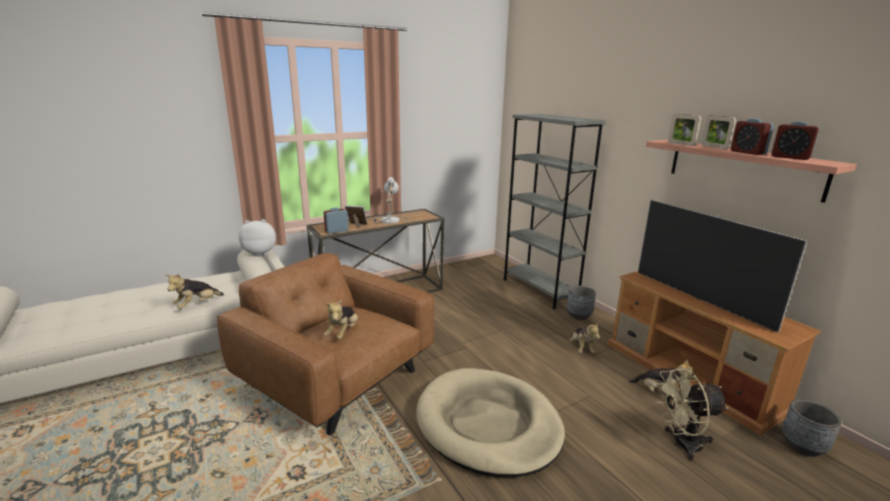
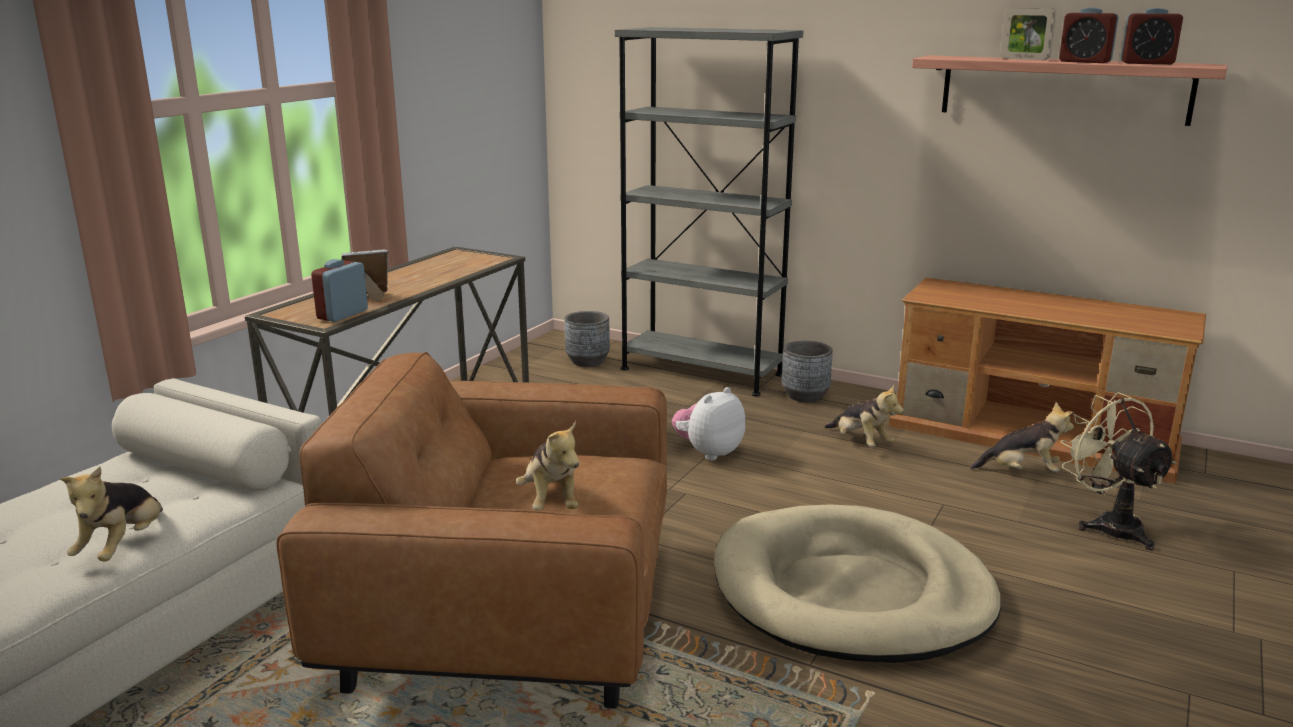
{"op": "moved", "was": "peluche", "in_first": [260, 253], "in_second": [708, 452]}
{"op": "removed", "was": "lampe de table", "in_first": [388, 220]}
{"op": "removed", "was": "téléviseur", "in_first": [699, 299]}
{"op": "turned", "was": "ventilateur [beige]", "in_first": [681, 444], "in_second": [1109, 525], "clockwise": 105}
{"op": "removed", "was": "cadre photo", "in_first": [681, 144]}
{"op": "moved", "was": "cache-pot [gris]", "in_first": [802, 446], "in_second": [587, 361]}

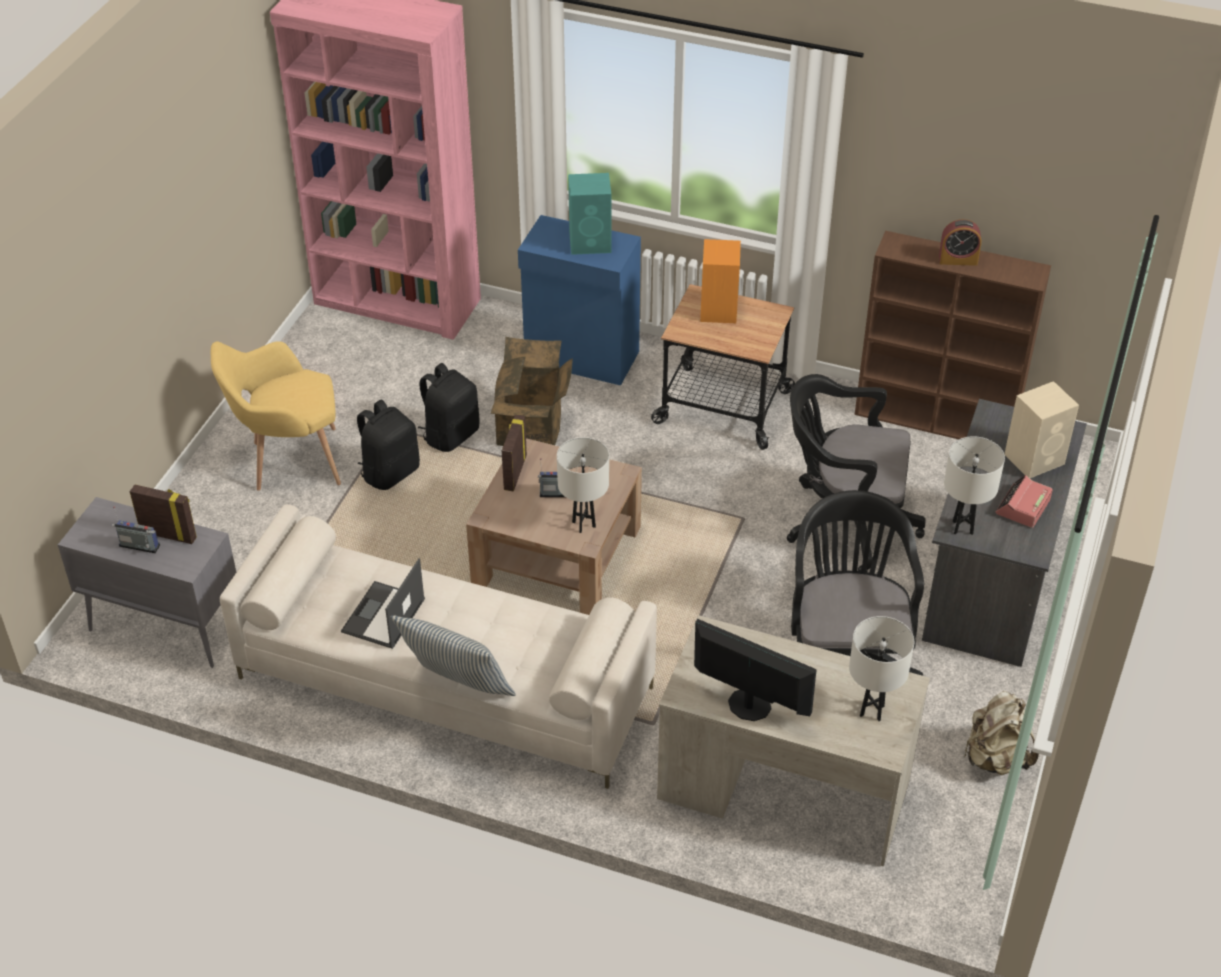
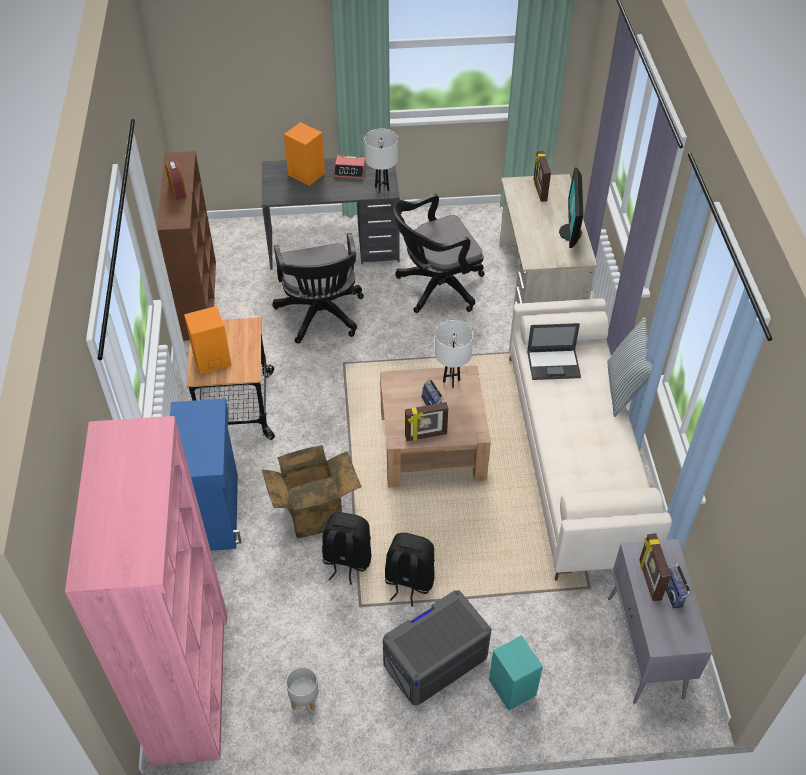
{"op": "replaced", "was": "fauteuil [jaune]", "now": "boîte de rangement [gris]", "in_first": [289, 462], "in_second": [435, 660]}
{"op": "moved", "was": "ordinateur portable", "in_first": [383, 616], "in_second": [554, 364]}
{"op": "moved", "was": "enceinte [turquoise]", "in_first": [591, 242], "in_second": [511, 686]}
{"op": "replaced", "was": "lampe de table [blanc]", "now": "cadre photo", "in_first": [872, 711], "in_second": [539, 191]}
{"op": "removed", "was": "sac à dos [beige]", "in_first": [995, 758]}
{"op": "recoloured", "was": "enceinte [beige]", "now": "enceinte [orange]", "in_first": [1035, 459], "in_second": [305, 174]}
{"op": "added", "now": "cache-pot [gris]", "in_second": [304, 699]}

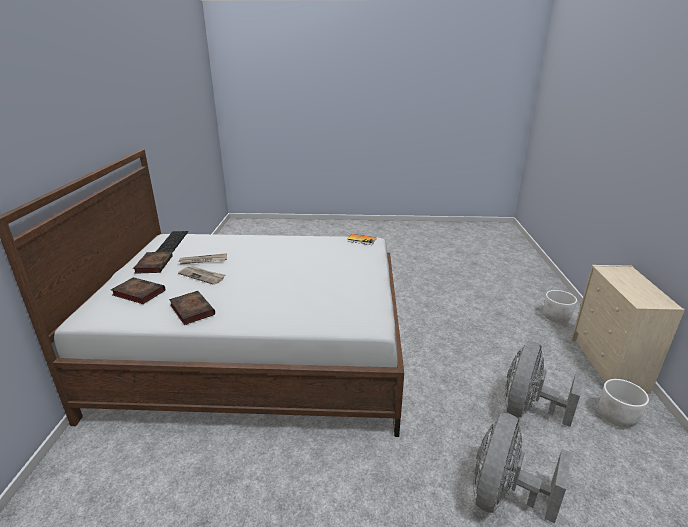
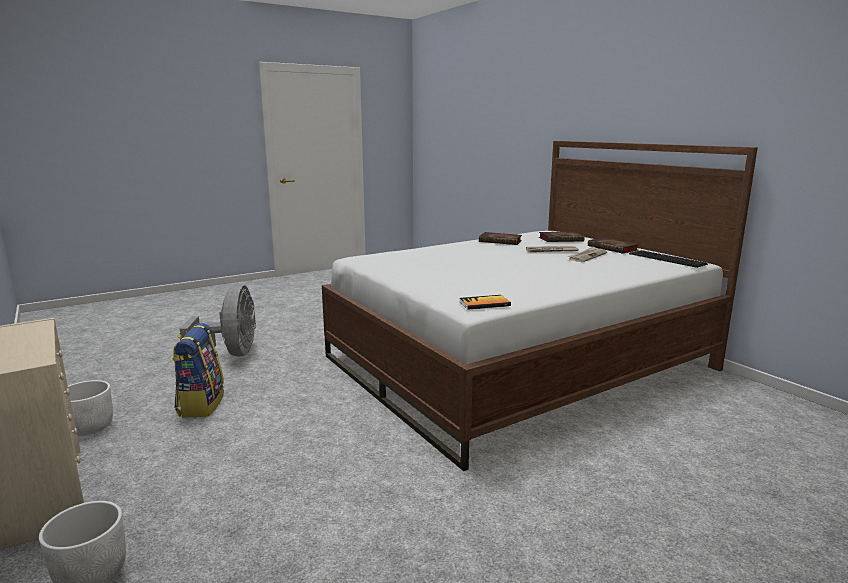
{"op": "replaced", "was": "ventilateur [gris]", "now": "sac à dos", "in_first": [528, 409], "in_second": [200, 404]}

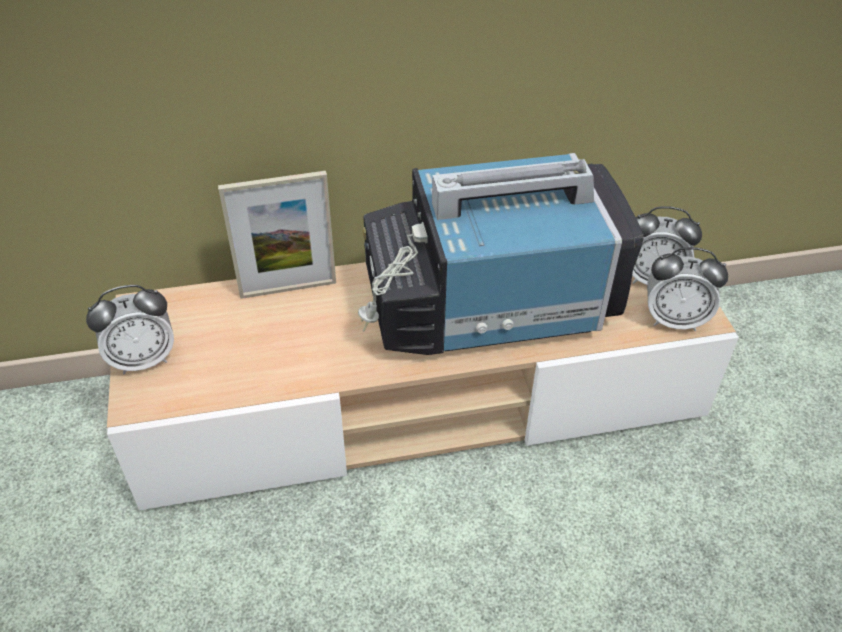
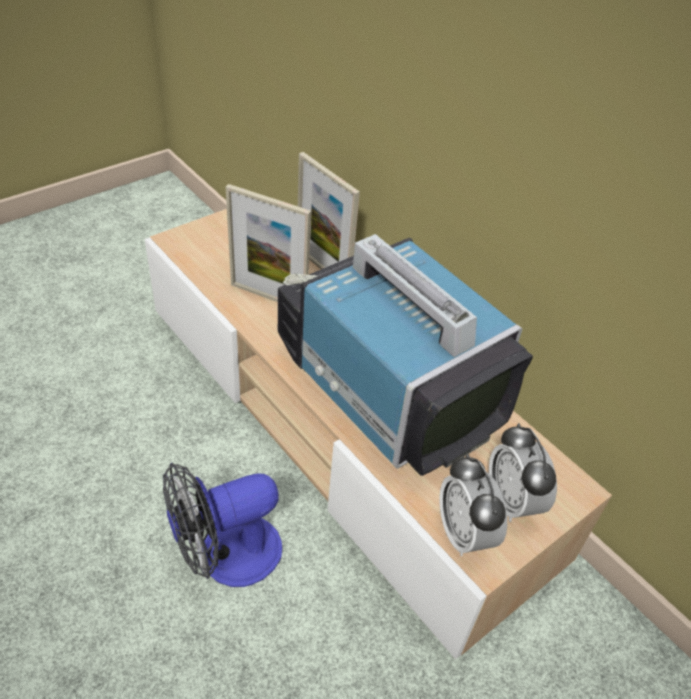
{"op": "removed", "was": "réveil", "in_first": [143, 359]}
{"op": "added", "now": "ventilateur", "in_second": [226, 556]}
{"op": "added", "now": "cadre photo", "in_second": [268, 296]}

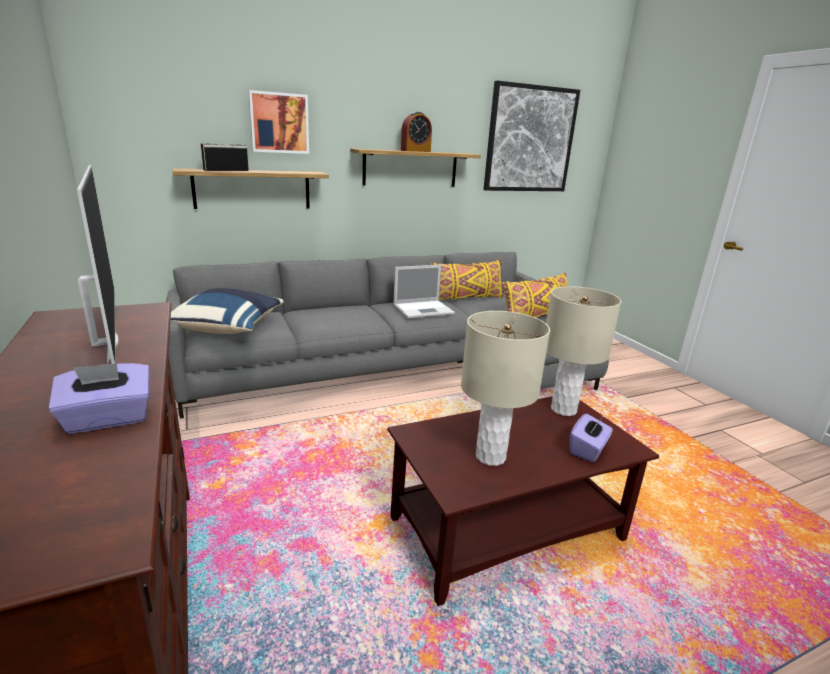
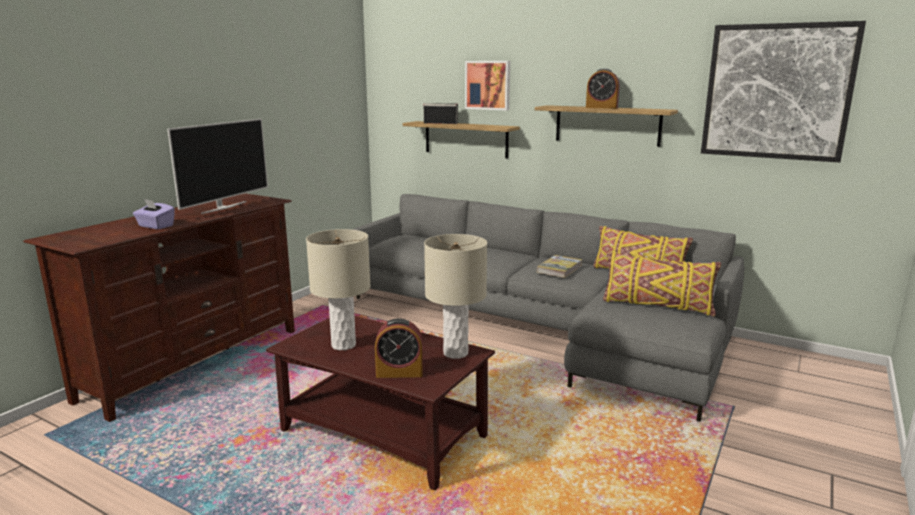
{"op": "removed", "was": "coussin [bleu]", "in_first": [228, 328]}
{"op": "replaced", "was": "ordinateur portable", "now": "livre", "in_first": [424, 309], "in_second": [559, 268]}
{"op": "replaced", "was": "boîte à mouchoirs [violet]", "now": "réveil", "in_first": [588, 450], "in_second": [399, 372]}

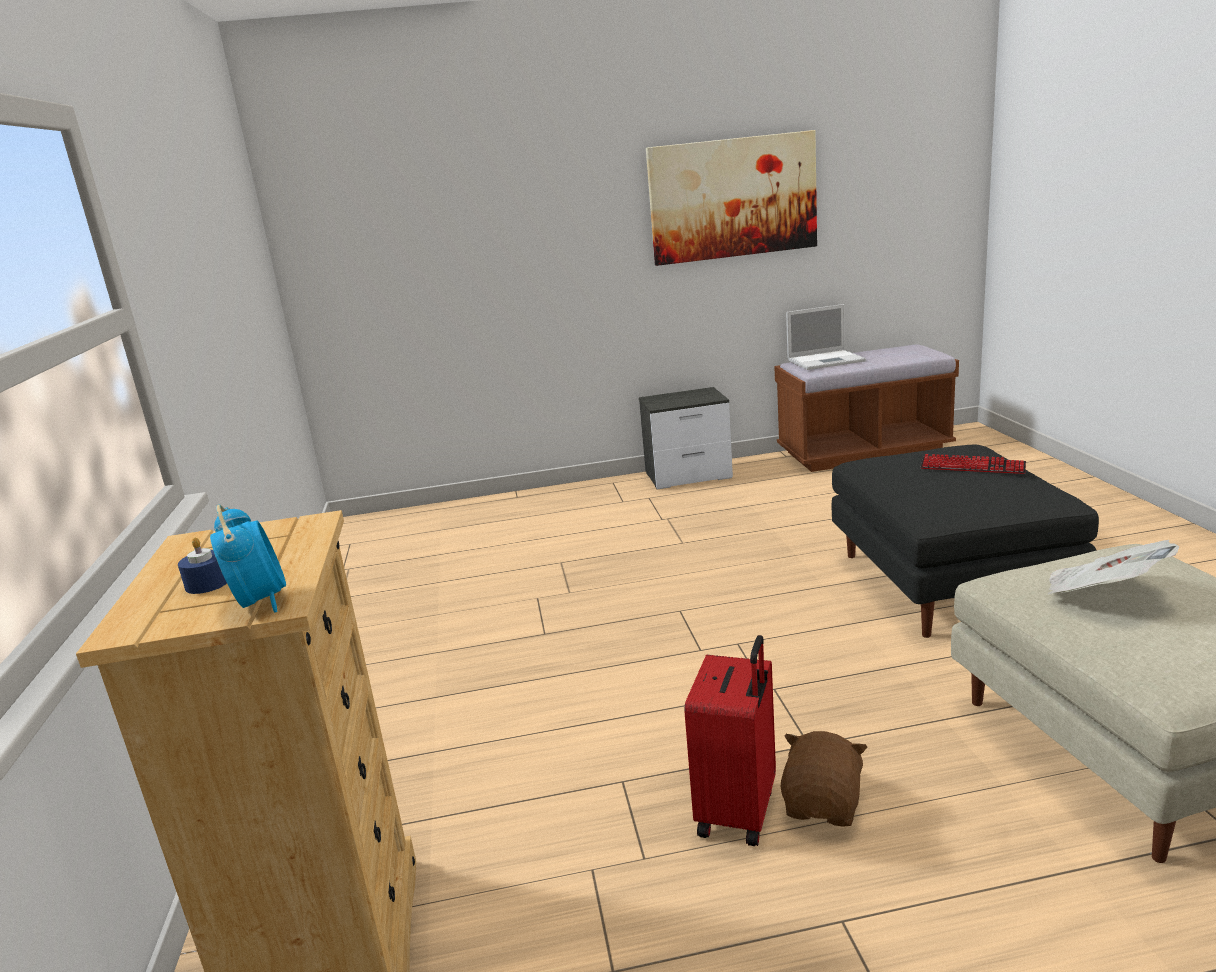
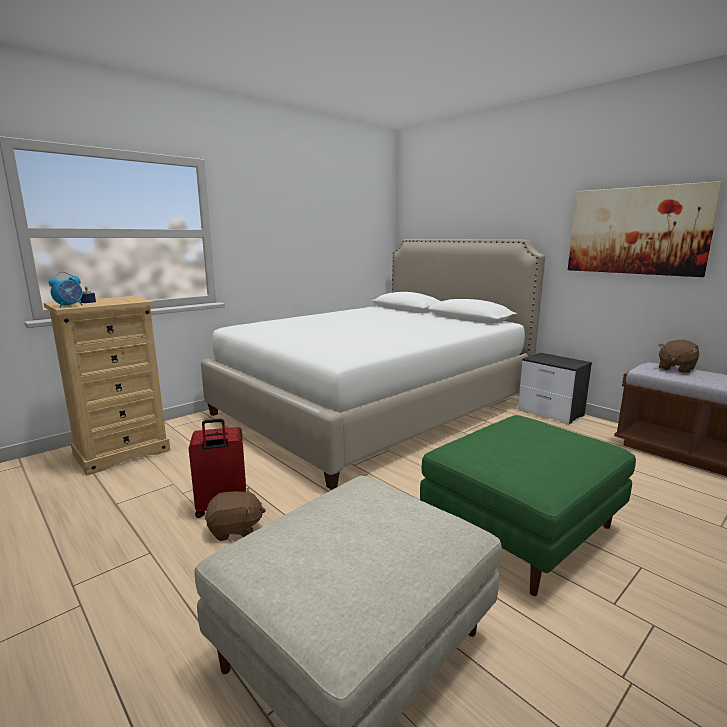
{"op": "replaced", "was": "ordinateur portable", "now": "peluche [marron]", "in_first": [827, 360], "in_second": [675, 369]}
{"op": "recoloured", "was": "pouf [noir]", "now": "pouf [vert]", "in_first": [946, 581], "in_second": [521, 528]}
{"op": "removed", "was": "clavier", "in_first": [972, 467]}
{"op": "removed", "was": "journal", "in_first": [1102, 594]}
{"op": "added", "now": "lit [blanc]", "in_second": [374, 407]}

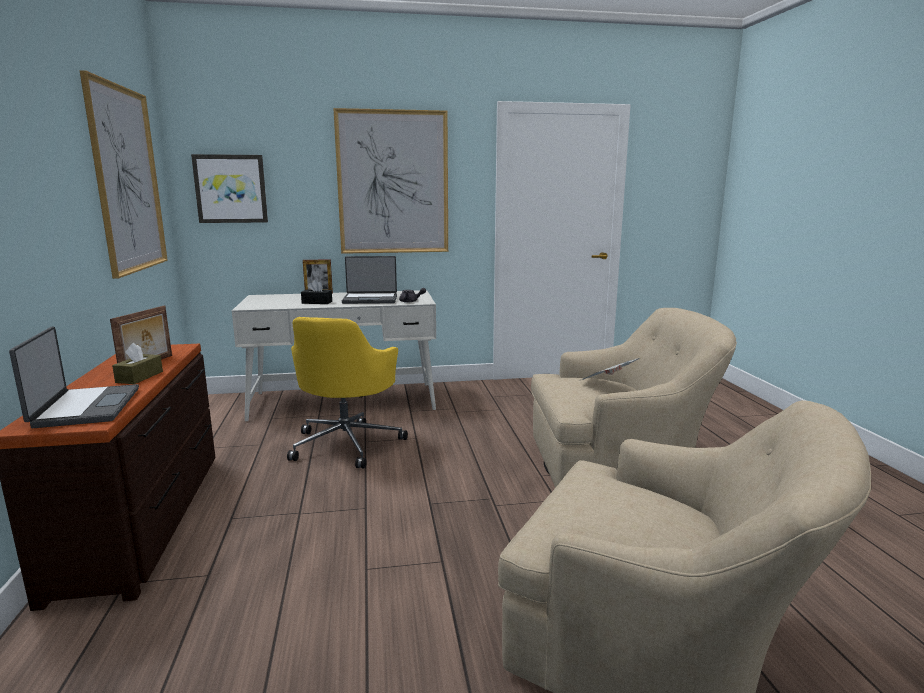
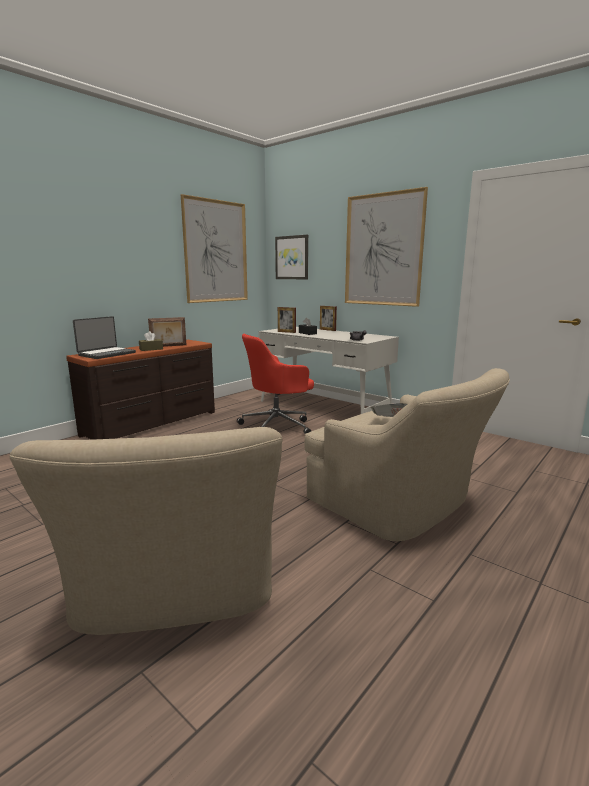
{"op": "recoloured", "was": "chaise de bureau [jaune]", "now": "chaise de bureau [rouge]", "in_first": [347, 443], "in_second": [277, 426]}
{"op": "removed", "was": "ordinateur portable", "in_first": [370, 299]}
{"op": "added", "now": "cadre photo", "in_second": [286, 332]}

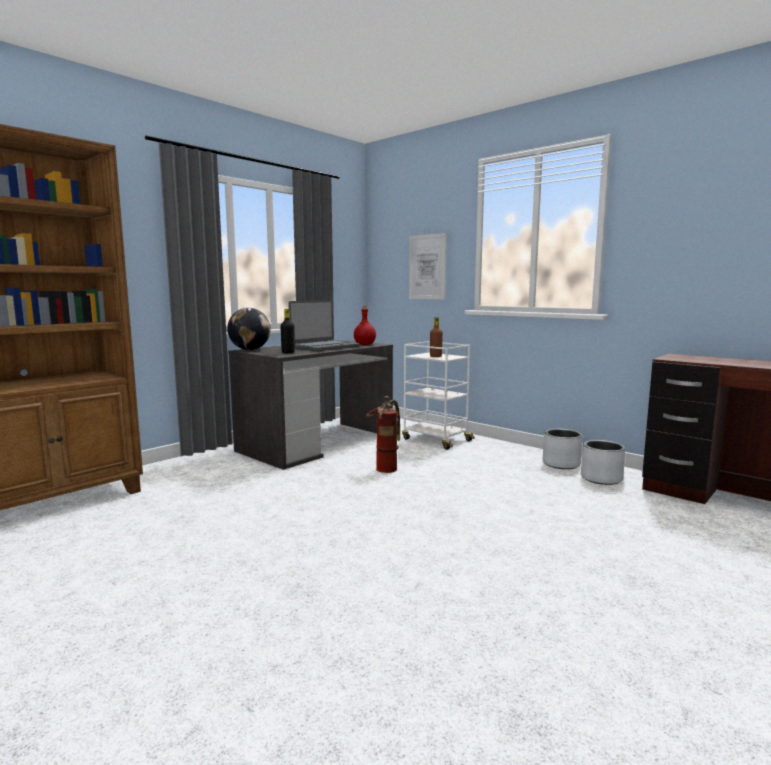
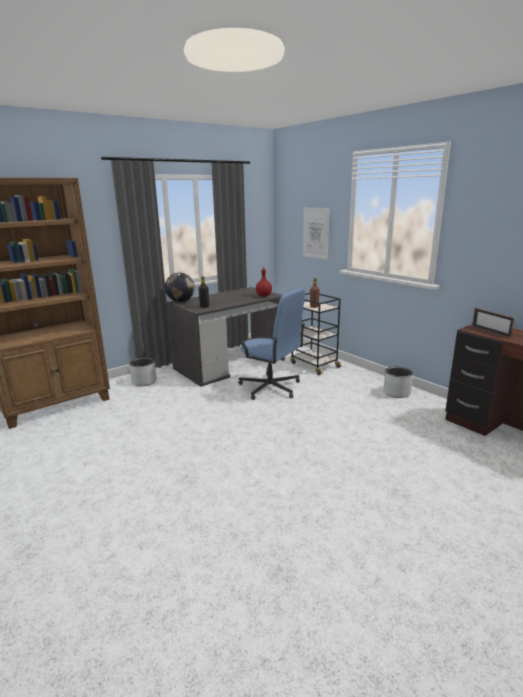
{"op": "removed", "was": "ordinateur portable", "in_first": [324, 347]}
{"op": "replaced", "was": "extincteur", "now": "chaise de bureau [bleu]", "in_first": [387, 466], "in_second": [270, 387]}
{"op": "recoloured", "was": "chariot [blanc]", "now": "chariot [noir]", "in_first": [435, 440], "in_second": [314, 365]}
{"op": "moved", "was": "cache-pot [gris]", "in_first": [601, 479], "in_second": [144, 382]}
{"op": "added", "now": "cadre photo", "in_second": [490, 331]}

